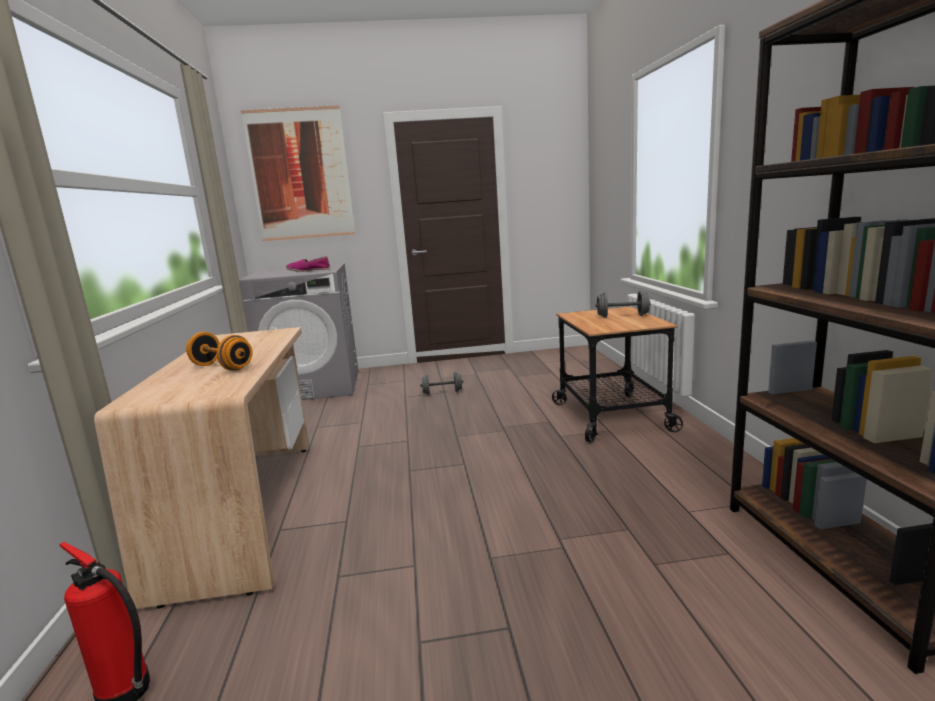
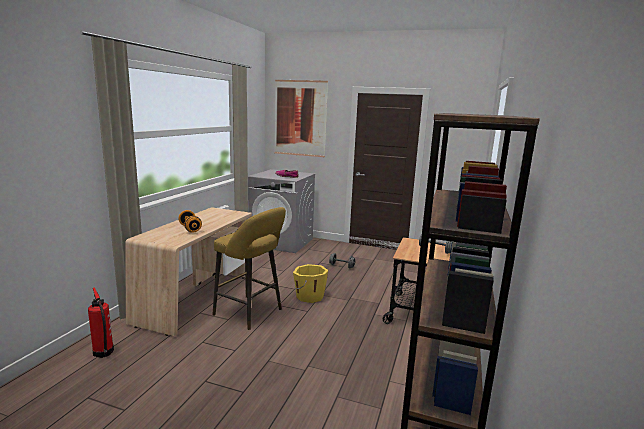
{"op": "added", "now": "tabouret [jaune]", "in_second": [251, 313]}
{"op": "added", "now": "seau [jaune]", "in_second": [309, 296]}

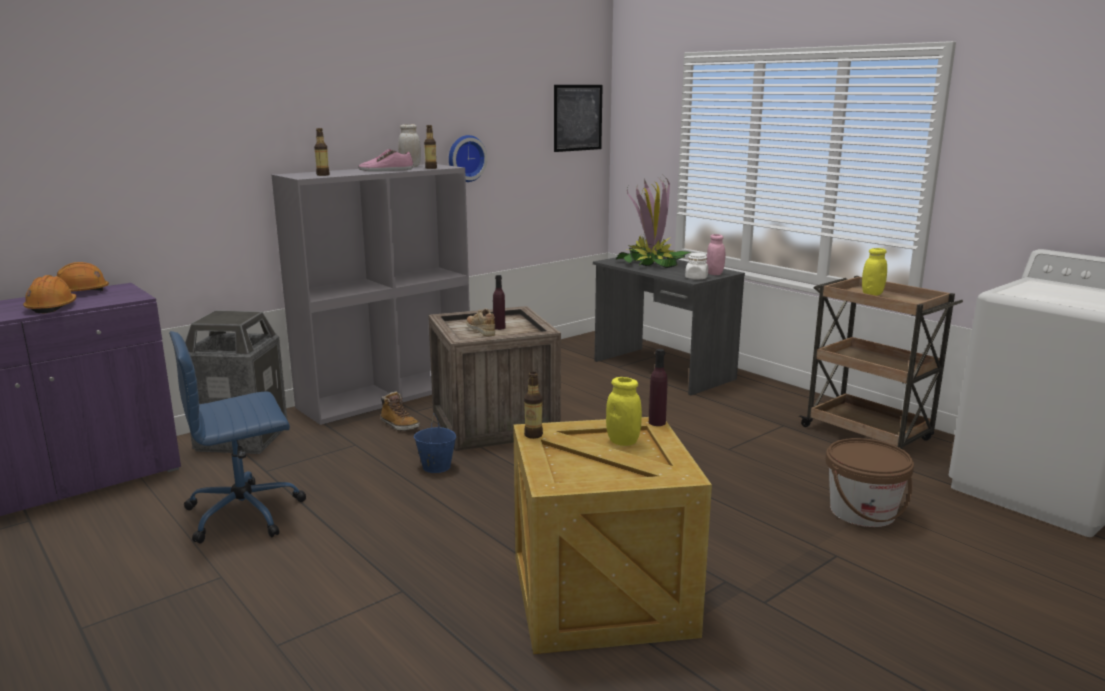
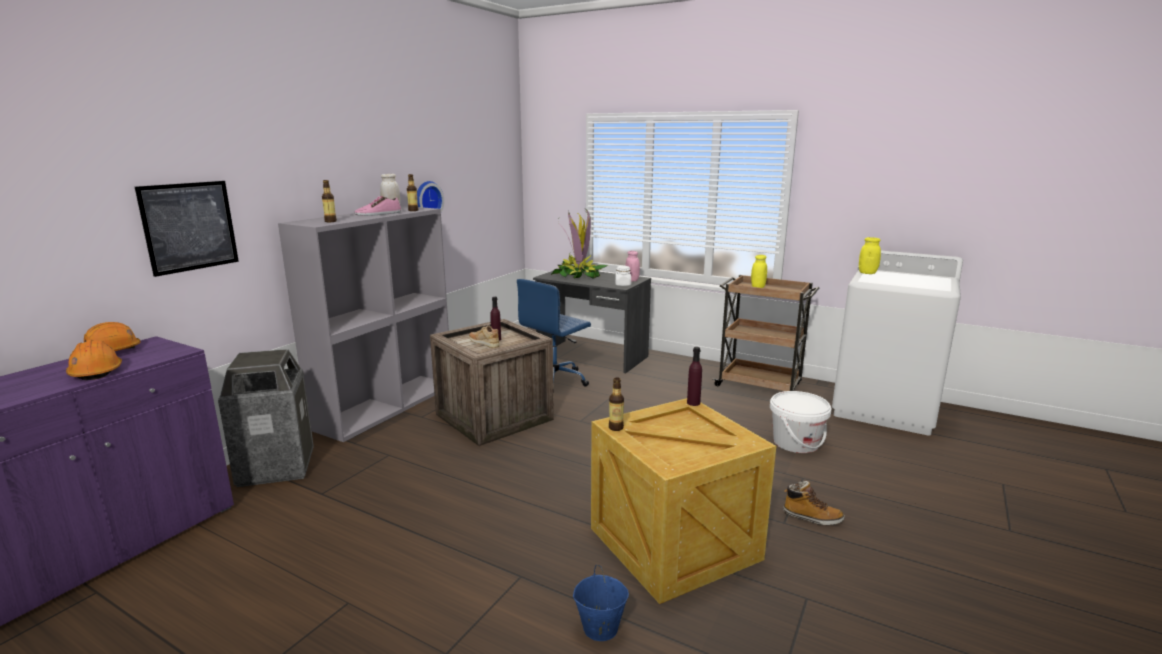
{"op": "moved", "was": "chaise de bureau [bleu]", "in_first": [246, 513], "in_second": [555, 380]}
{"op": "moved", "was": "botte", "in_first": [399, 425], "in_second": [812, 517]}
{"op": "moved", "was": "seau [bleu]", "in_first": [436, 467], "in_second": [600, 628]}
{"op": "moved", "was": "tableau", "in_first": [577, 118], "in_second": [189, 226]}
{"op": "moved", "was": "bocal [jaune]", "in_first": [623, 441], "in_second": [867, 273]}
{"op": "recoloured", "was": "seau [marron]", "now": "seau [blanc]", "in_first": [862, 512], "in_second": [796, 442]}

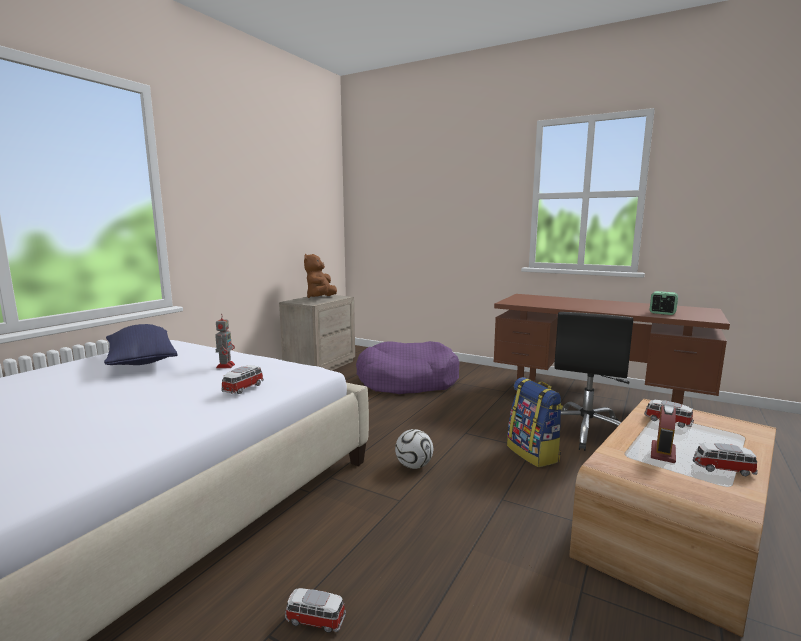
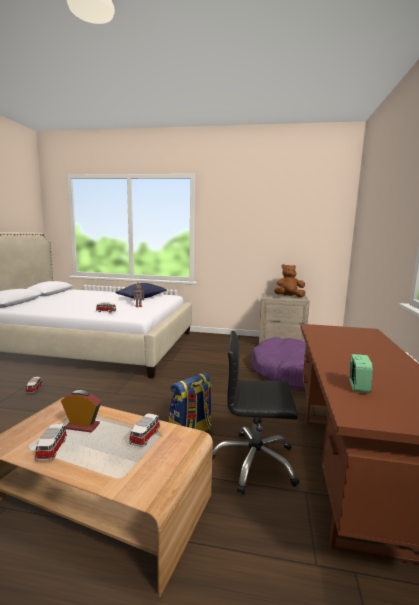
{"op": "removed", "was": "ballon de foot", "in_first": [414, 466]}

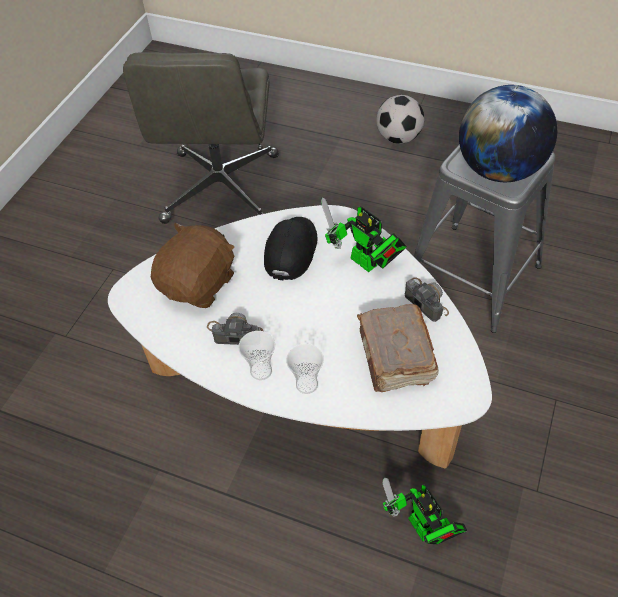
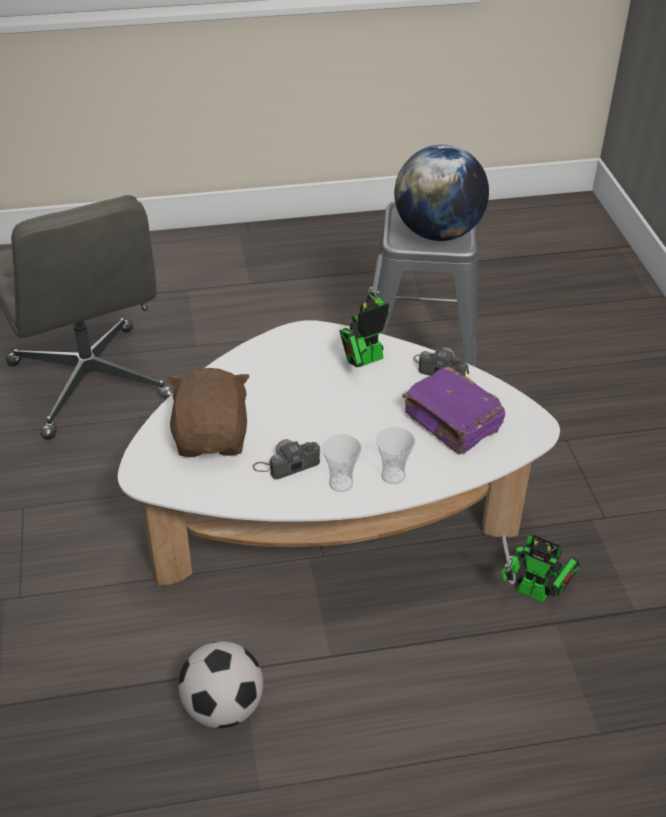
{"op": "removed", "was": "casquette [noir]", "in_first": [291, 251]}
{"op": "turned", "was": "robot jouet", "in_first": [367, 264], "in_second": [363, 360], "clockwise": 135}
{"op": "recoloured", "was": "livre [marron]", "now": "livre [violet]", "in_first": [395, 357], "in_second": [452, 423]}
{"op": "moved", "was": "ballon de foot", "in_first": [398, 138], "in_second": [223, 707]}

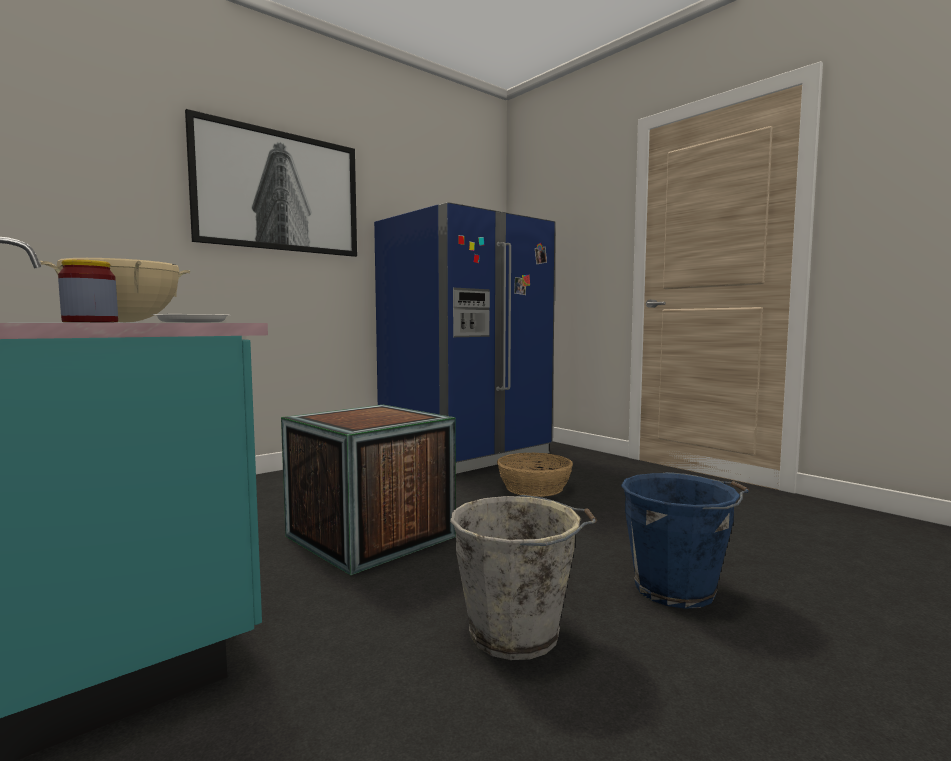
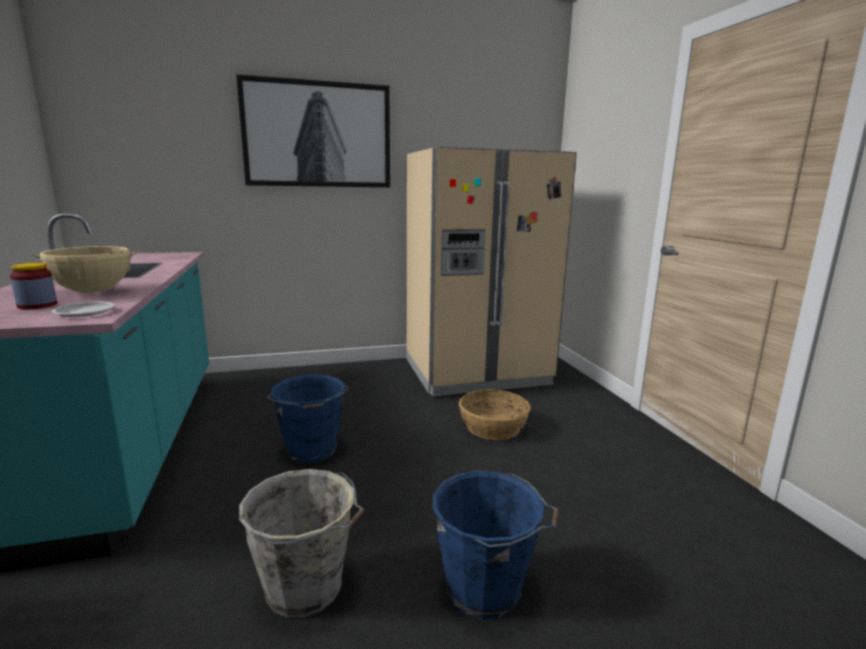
{"op": "replaced", "was": "caisse", "now": "seau [bleu]", "in_first": [370, 536], "in_second": [311, 451]}
{"op": "recoloured", "was": "réfrigérateur [bleu]", "now": "réfrigérateur [beige]", "in_first": [465, 455], "in_second": [476, 372]}

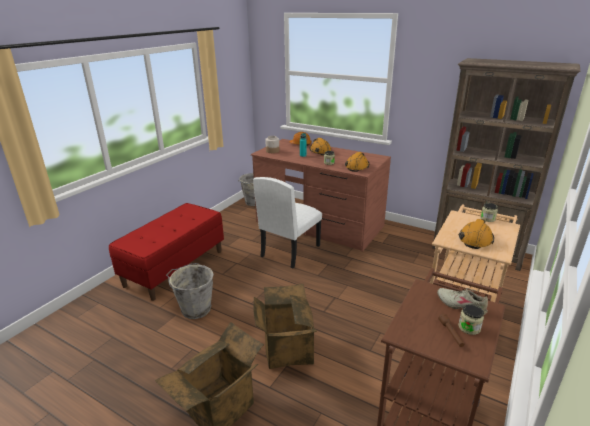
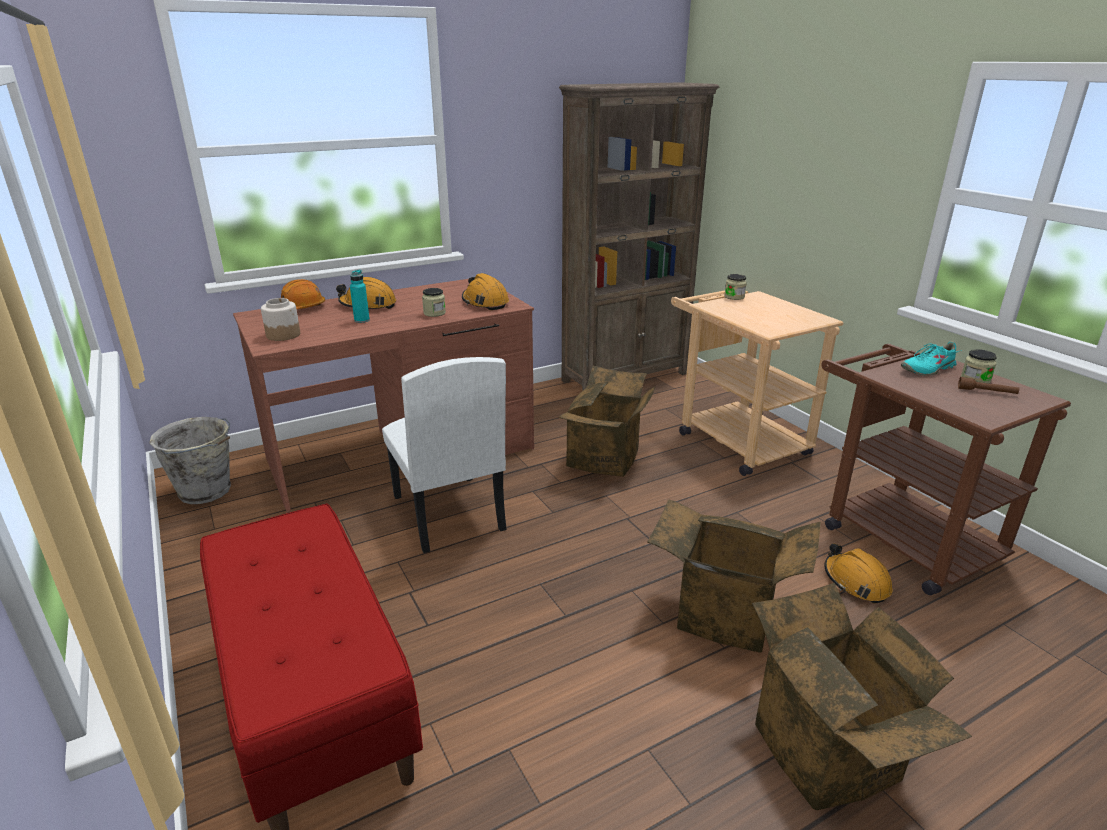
{"op": "removed", "was": "seau [gris]", "in_first": [195, 309]}
{"op": "recoloured", "was": "chaussure [beige]", "now": "chaussure [turquoise]", "in_first": [461, 305], "in_second": [927, 369]}
{"op": "moved", "was": "casque de chantier [orange]", "in_first": [475, 239], "in_second": [856, 582]}
{"op": "added", "now": "carton", "in_second": [606, 459]}

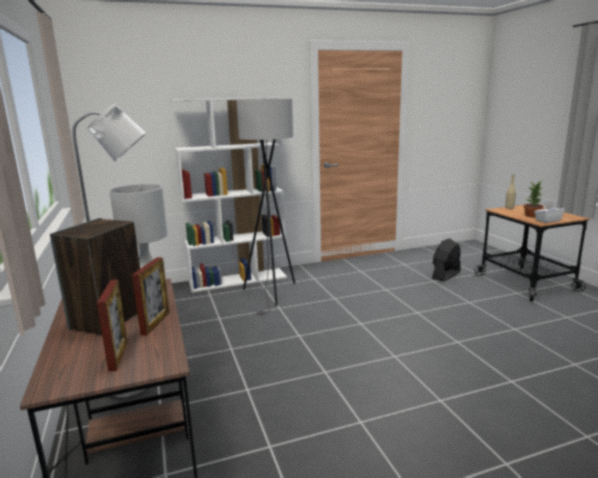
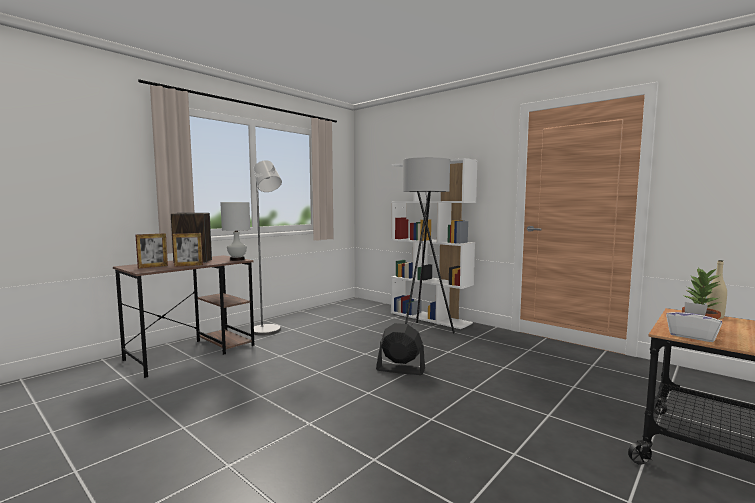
{"op": "moved", "was": "ventilateur [noir]", "in_first": [446, 275], "in_second": [400, 369]}

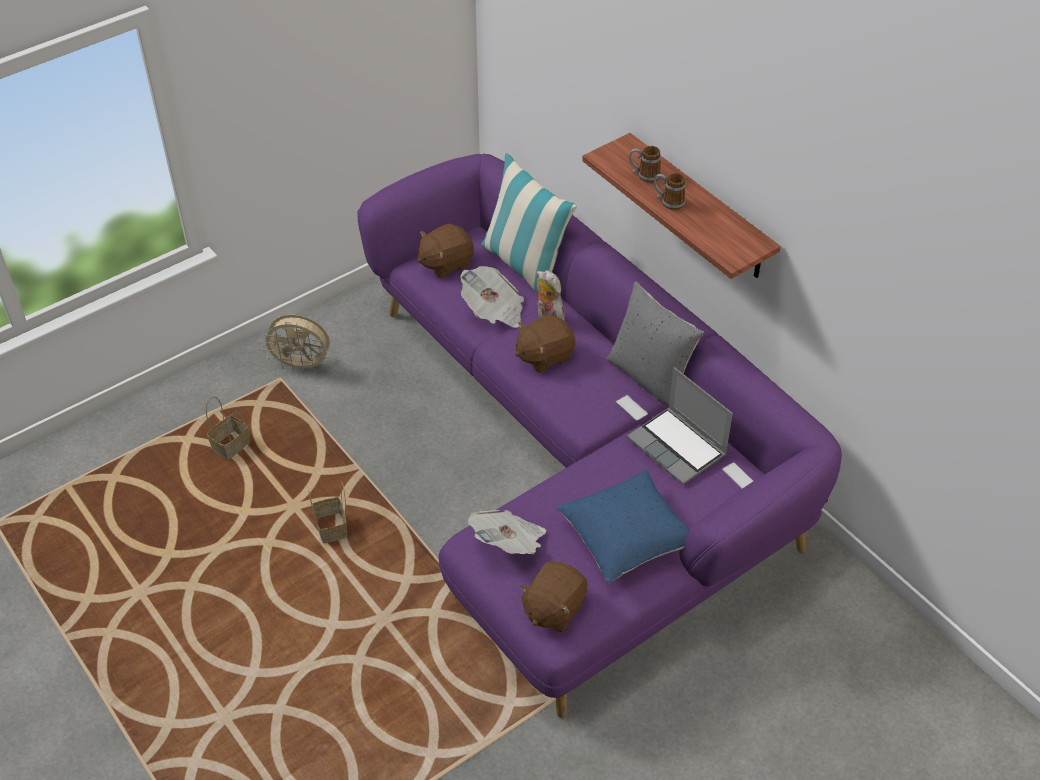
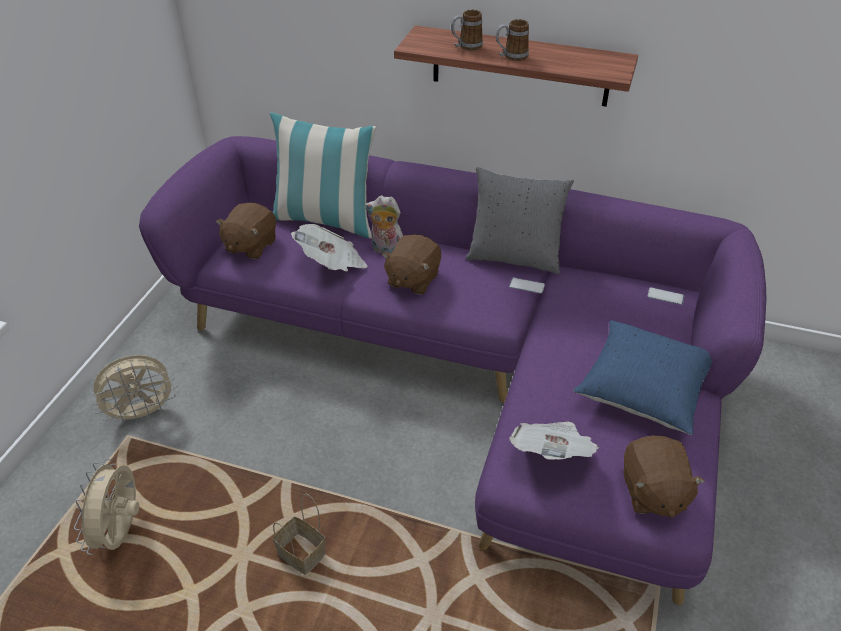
{"op": "replaced", "was": "panier", "now": "ventilateur [beige]", "in_first": [230, 447], "in_second": [122, 532]}
{"op": "removed", "was": "ordinateur portable", "in_first": [678, 447]}

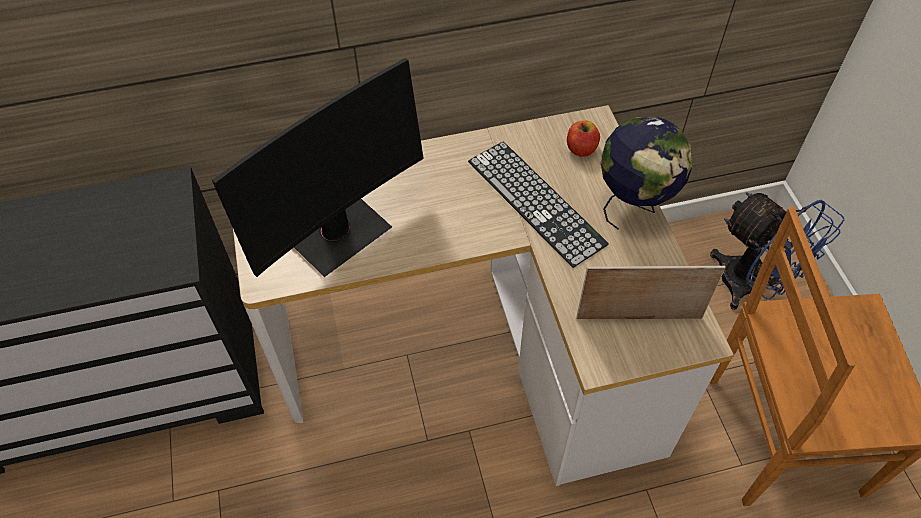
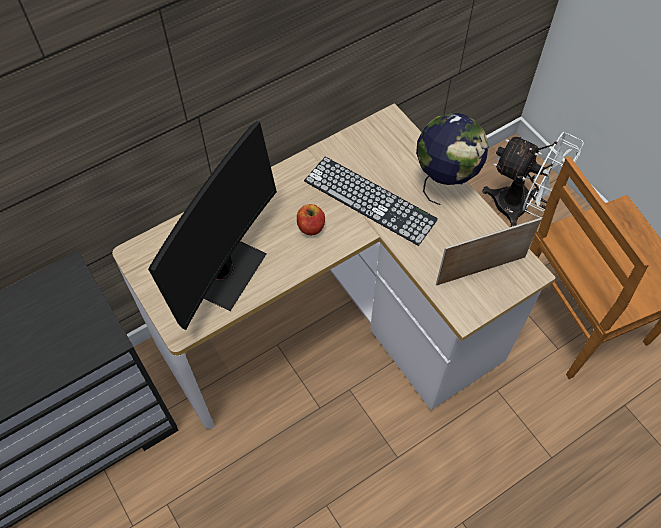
{"op": "moved", "was": "pomme", "in_first": [581, 149], "in_second": [311, 227]}
{"op": "recoloured", "was": "ventilateur [bleu]", "now": "ventilateur [blanc]", "in_first": [750, 287], "in_second": [520, 209]}

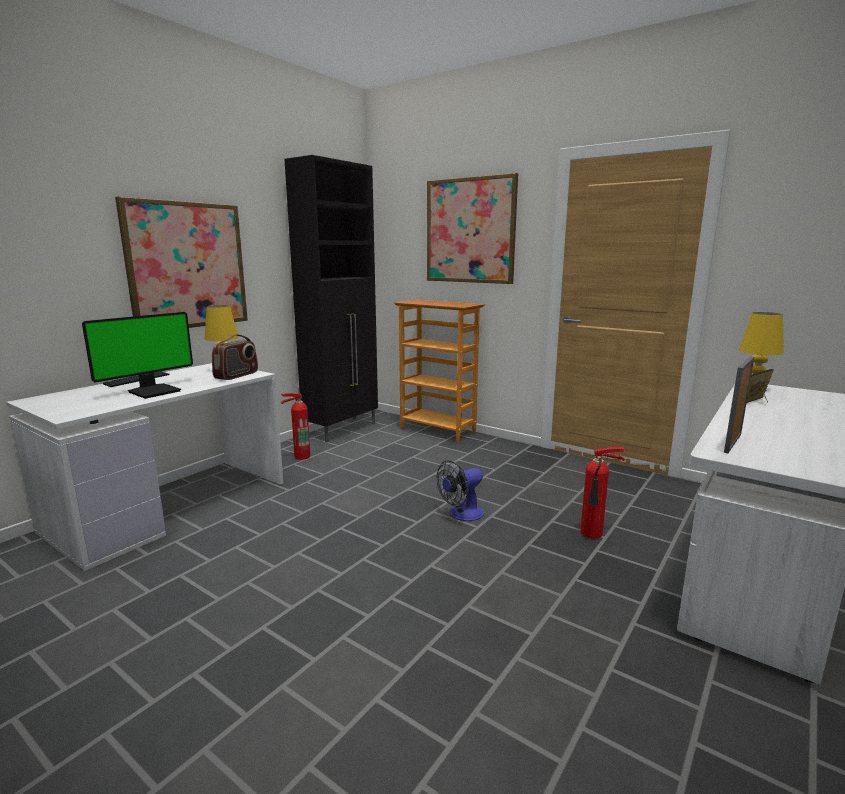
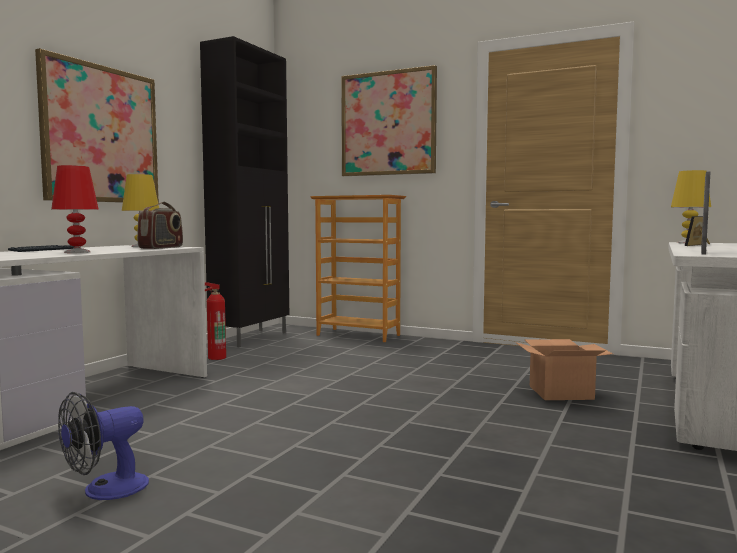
{"op": "replaced", "was": "écran d'ordinateur", "now": "lampe de table [rouge]", "in_first": [154, 391], "in_second": [77, 252]}
{"op": "moved", "was": "ventilateur", "in_first": [461, 514], "in_second": [105, 490]}
{"op": "replaced", "was": "extincteur", "now": "carton", "in_first": [593, 534], "in_second": [560, 393]}

